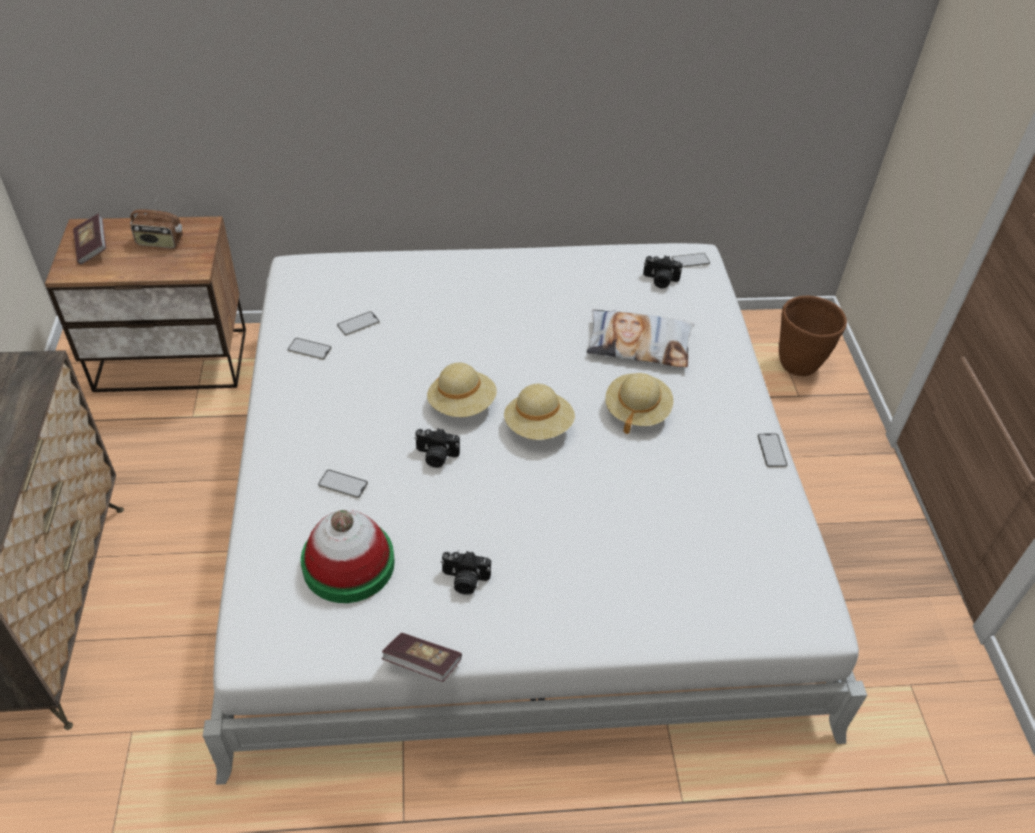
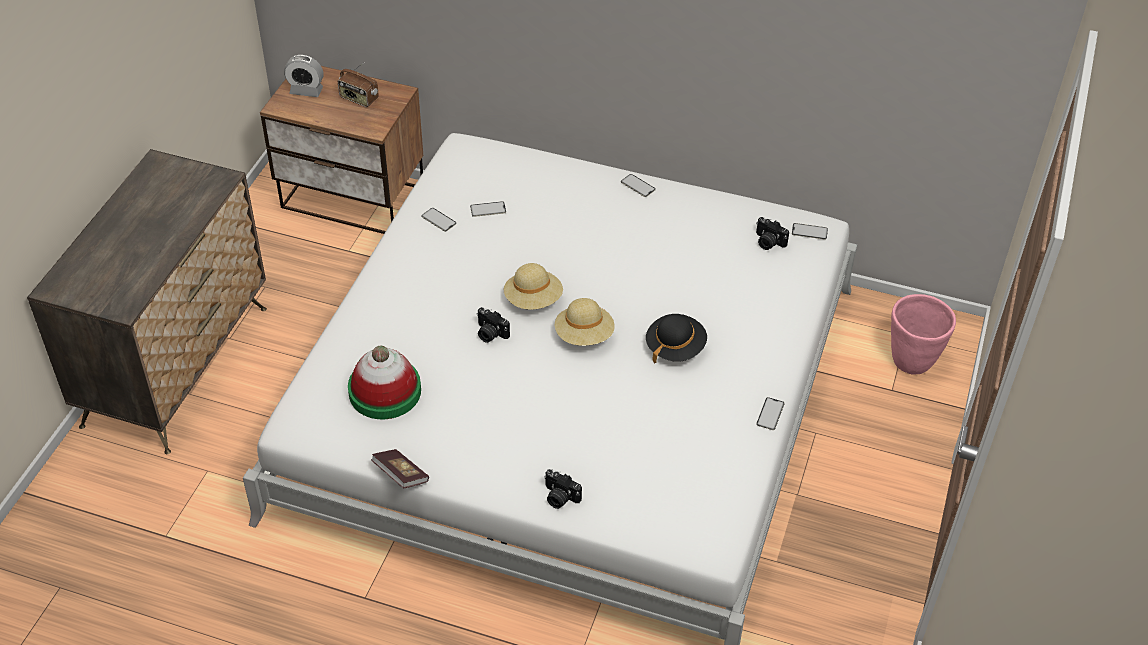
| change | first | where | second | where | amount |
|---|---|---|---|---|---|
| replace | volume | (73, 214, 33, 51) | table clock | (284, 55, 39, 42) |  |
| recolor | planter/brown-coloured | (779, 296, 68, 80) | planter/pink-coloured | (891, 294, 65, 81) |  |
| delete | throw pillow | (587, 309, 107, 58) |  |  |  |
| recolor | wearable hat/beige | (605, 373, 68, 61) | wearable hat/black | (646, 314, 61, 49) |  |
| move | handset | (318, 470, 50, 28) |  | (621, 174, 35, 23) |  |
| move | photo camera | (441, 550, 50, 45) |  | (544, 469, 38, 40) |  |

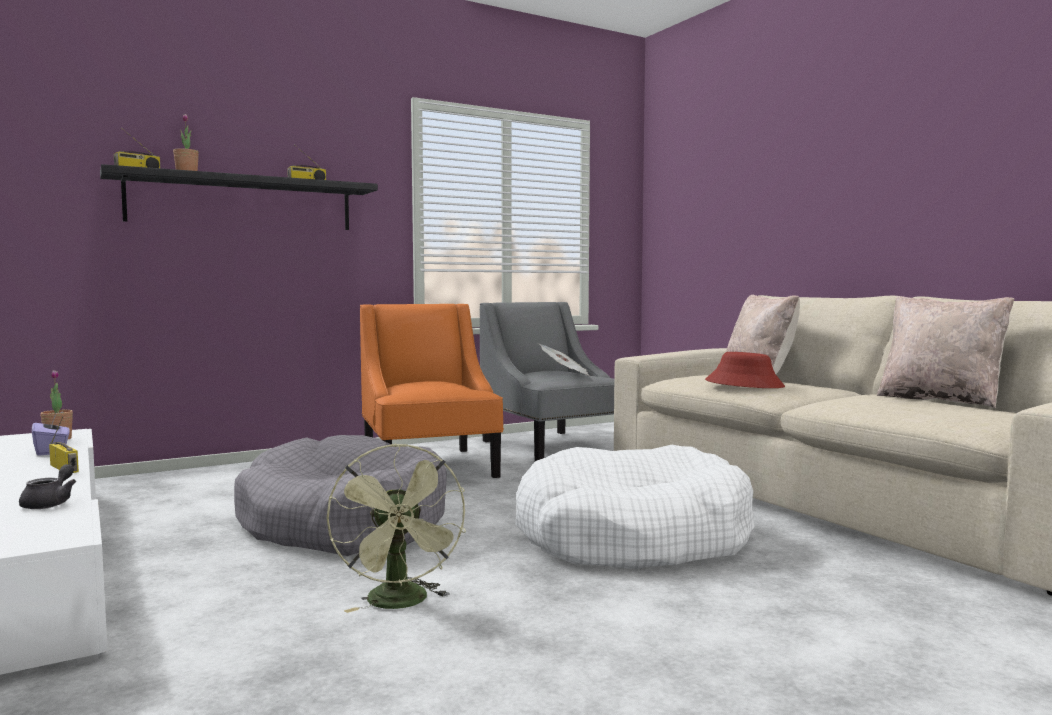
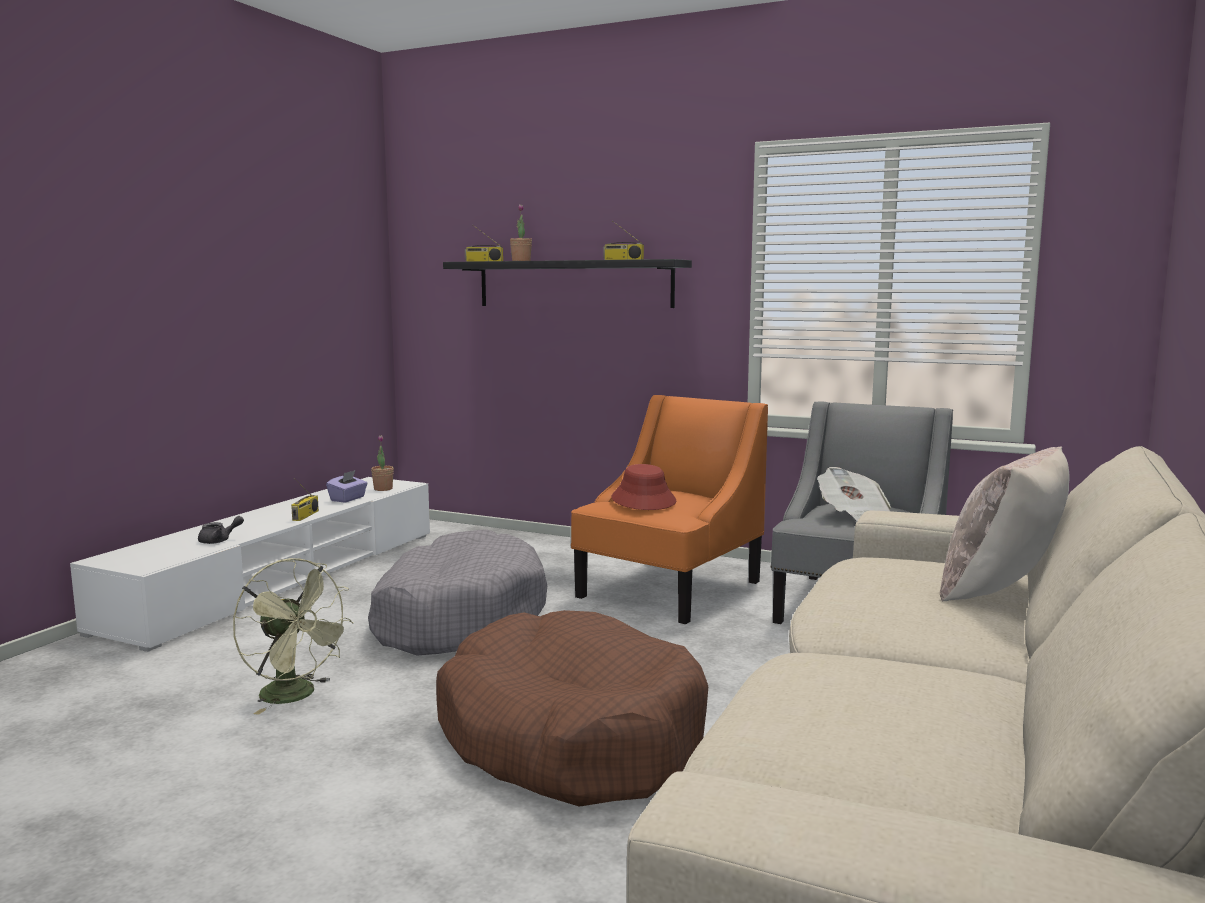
| change | first | where | second | where | amount |
|---|---|---|---|---|---|
| delete | throw pillow/beige | (877, 296, 137, 112) |  |  |  |
| move | wearable hat/red | (705, 352, 80, 36) |  | (612, 464, 64, 46) |  |
| rotate | electric fan/greenish | (326, 443, 140, 170) |  | (233, 558, 120, 157) | 90 degrees counterclockwise |
| recolor | dog cushion/whitish | (515, 445, 240, 124) | dog cushion/brown-coloured | (436, 610, 272, 197) |  |

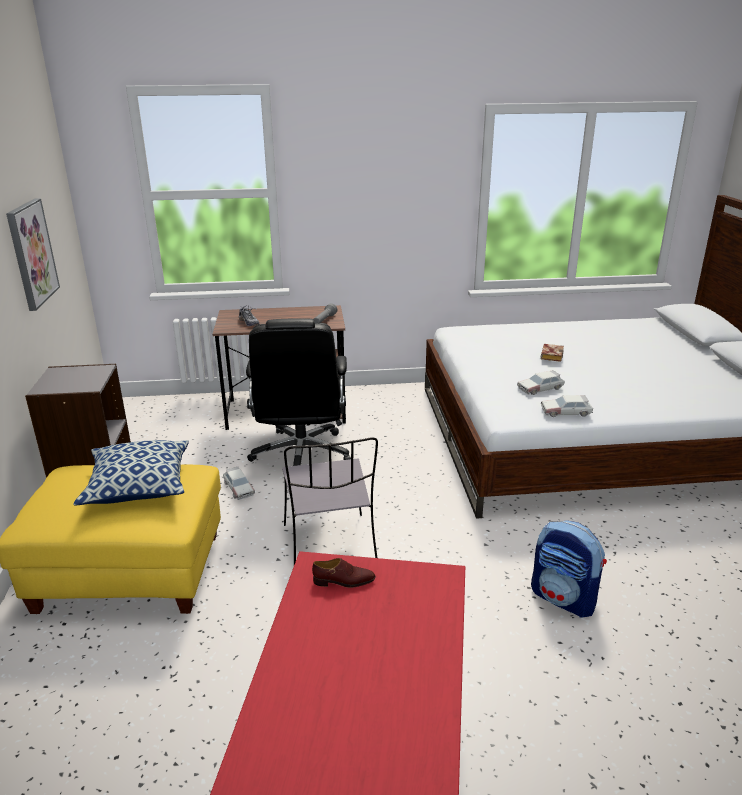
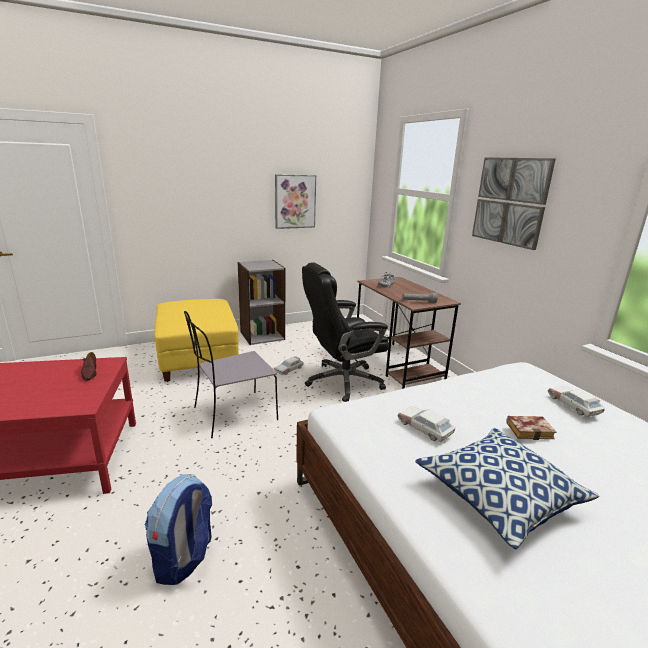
| change | first | where | second | where | amount |
|---|---|---|---|---|---|
| move | model car | (541, 395, 52, 22) |  | (548, 386, 57, 32) |  |
| move | throw pillow | (73, 440, 116, 66) |  | (415, 428, 185, 121) |  |
| insert |  |  | wall picture | (472, 157, 84, 93) |  |

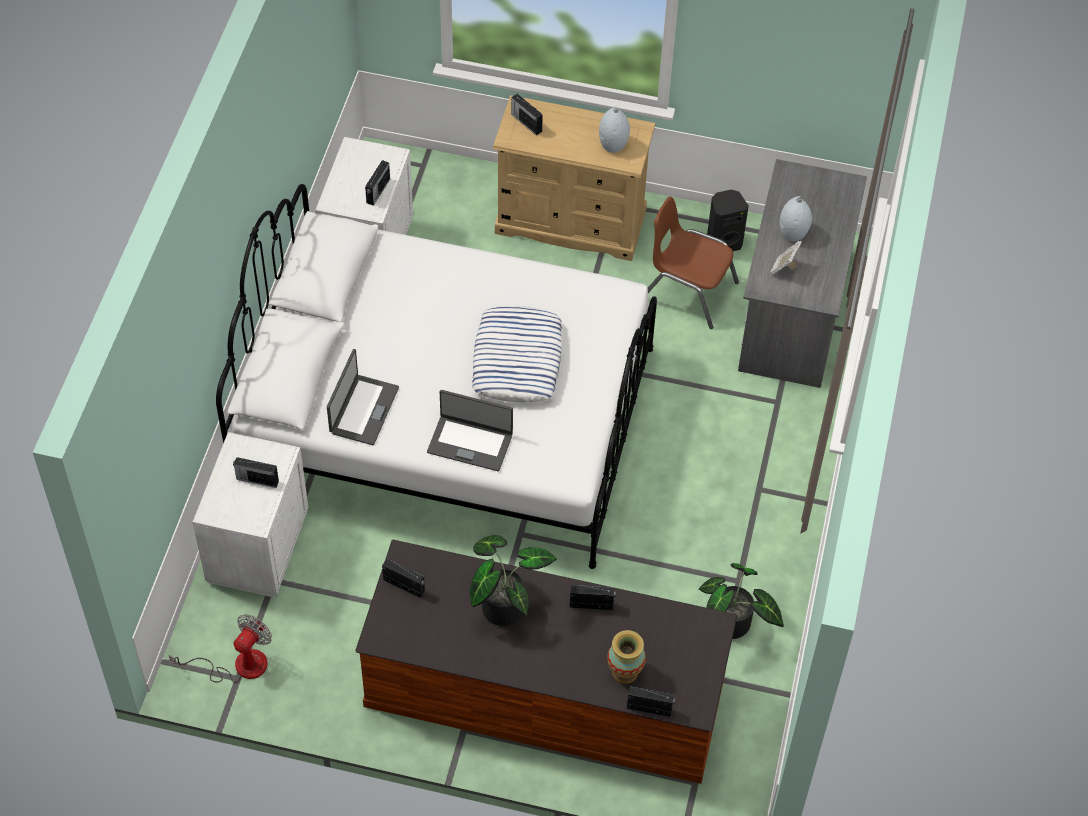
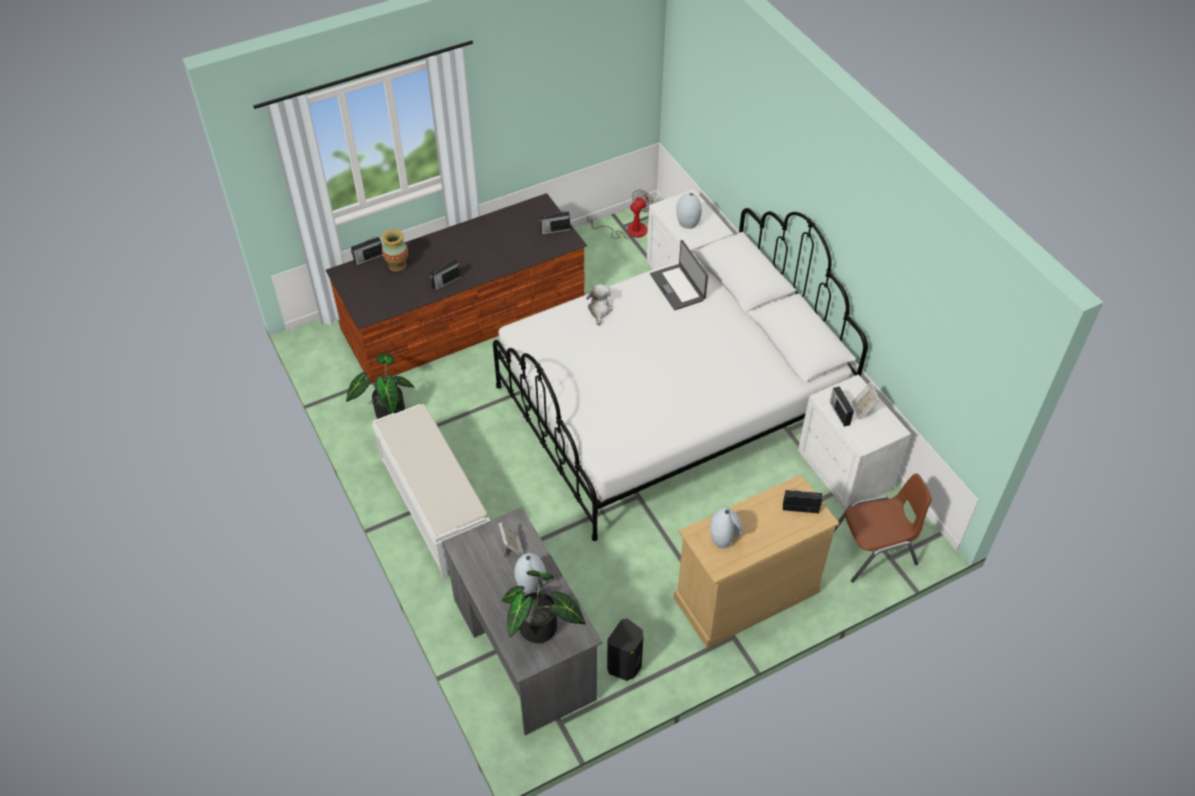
| change | first | where | second | where | amount |
|---|---|---|---|---|---|
| move | upright chair/brown-coloured | (648, 196, 91, 133) |  | (834, 474, 98, 109) |  |
| delete | throw pillow | (472, 306, 90, 96) |  |  |  |
| replace | notebook computer | (427, 390, 86, 81) | cuddly toy | (586, 284, 27, 42) |  |
| replace | radio set | (233, 457, 46, 31) | flower vase/gray | (676, 193, 26, 36) |  |
| move | houseplant | (470, 535, 87, 91) |  | (502, 570, 84, 73) |  |
| rotate | electric fan | (169, 614, 103, 69) |  | (588, 189, 66, 50) | 135 degrees counterclockwise |
| insert |  |  | picture frame | (852, 382, 28, 38) |  |
| insert |  |  | bench/whitish | (372, 404, 118, 175) |  |

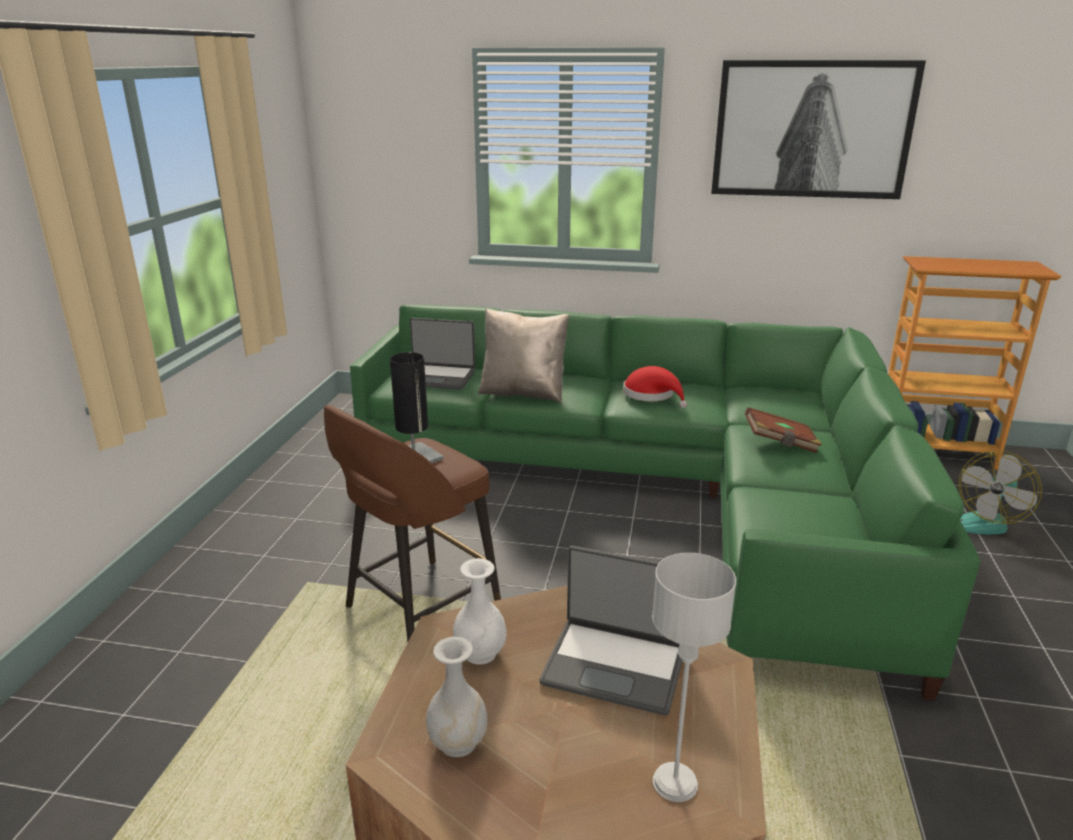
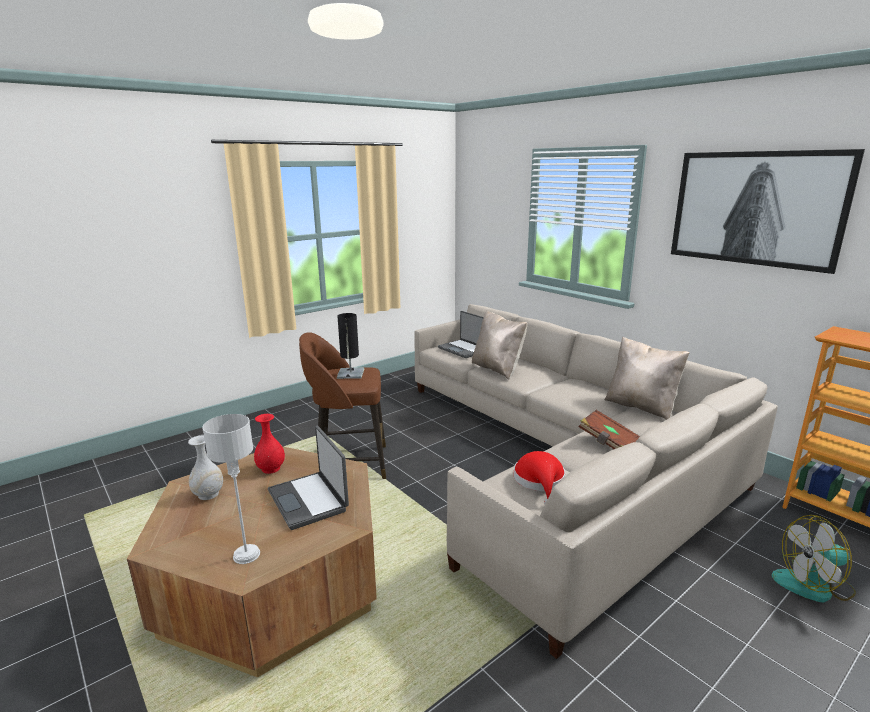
| change | first | where | second | where | amount |
|---|---|---|---|---|---|
| recolor | sofa/greenish | (350, 305, 630, 396) | sofa/beige | (414, 304, 364, 355) |  |
| move | wearable hat/red | (623, 366, 64, 42) |  | (514, 451, 51, 53) |  |
| recolor | flower vase/whitish | (453, 558, 54, 107) | flower vase/red | (254, 414, 31, 60) |  |
| insert |  |  | throw pillow/beige | (604, 337, 85, 83) |  |

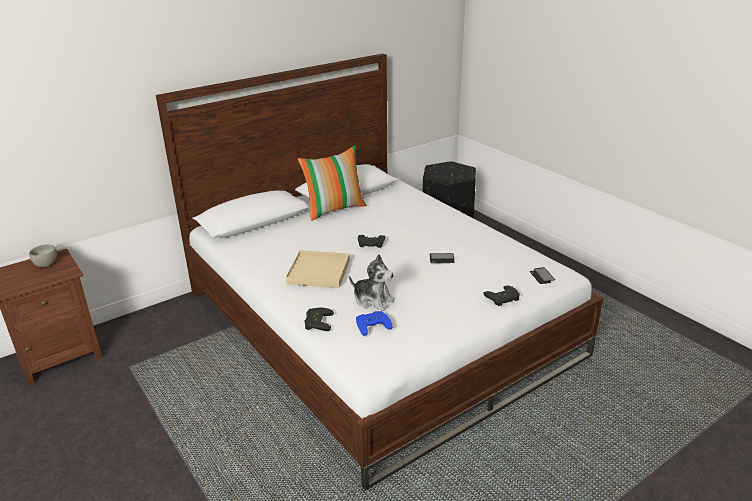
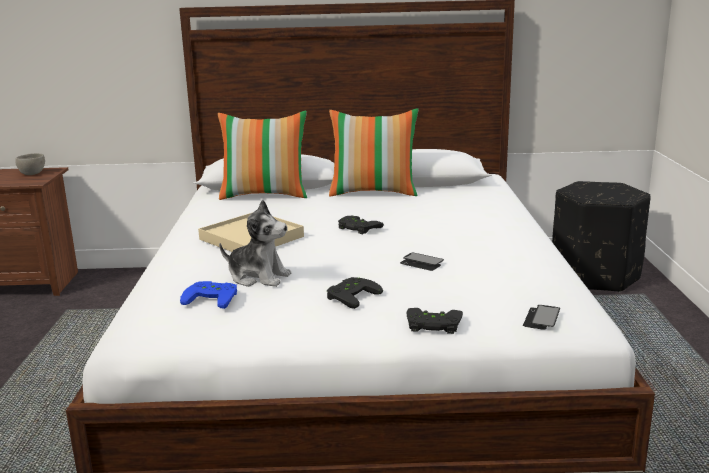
| change | first | where | second | where | amount |
|---|---|---|---|---|---|
| rotate | cuddly toy | (349, 254, 46, 57) |  | (219, 200, 72, 87) | 45 degrees counterclockwise |
| move | gamepad/black | (305, 308, 29, 23) |  | (327, 277, 56, 32) |  |
| insert |  |  | throw pillow | (218, 111, 89, 89) |  |

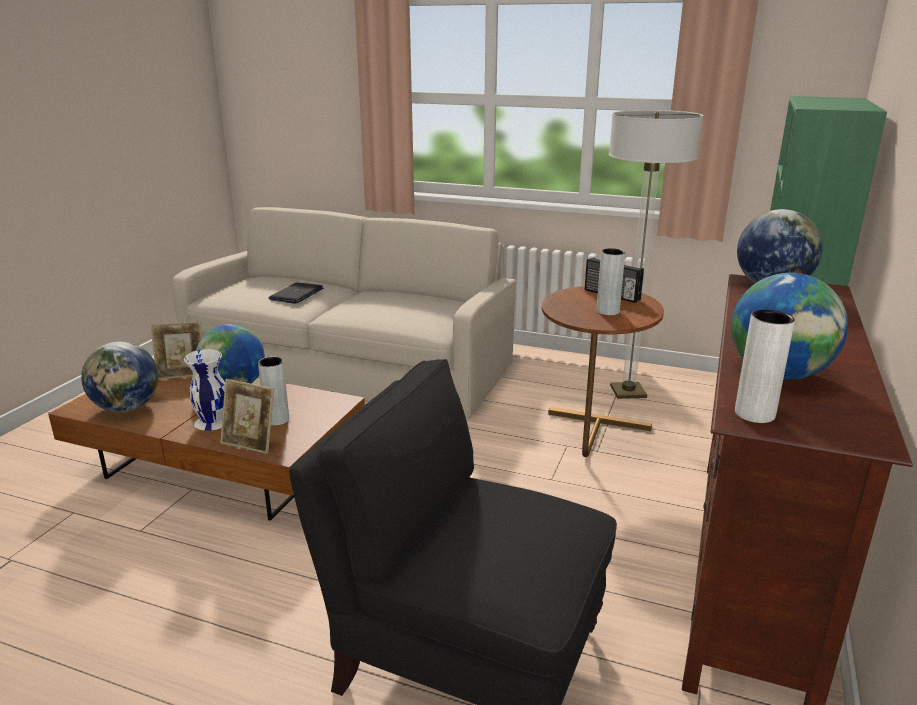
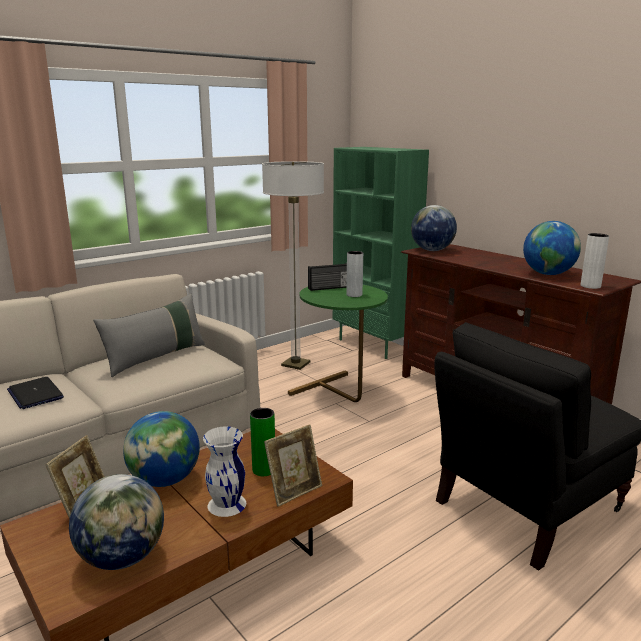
| change | first | where | second | where | amount |
|---|---|---|---|---|---|
| recolor | end table/brown-coloured | (542, 286, 122, 171) | end table/greenish | (288, 285, 100, 117) |  |
| recolor | flower vase/gray | (258, 357, 31, 69) | flower vase/greenish | (250, 408, 25, 68) |  |
| insert |  |  | throw pillow/gray | (93, 294, 112, 83) |  |

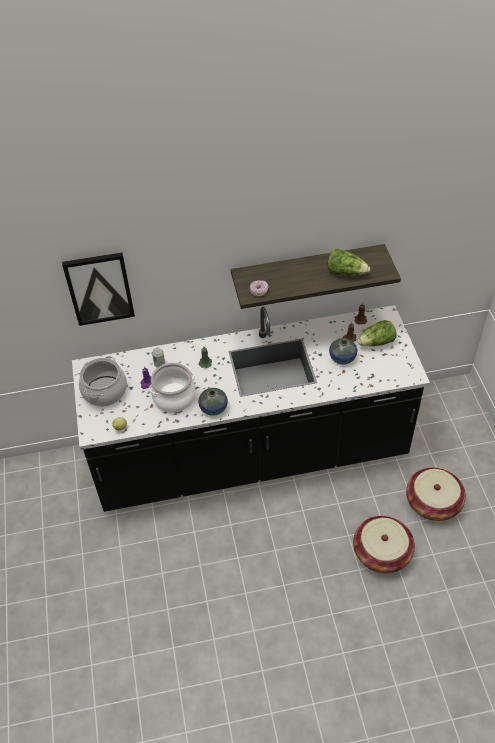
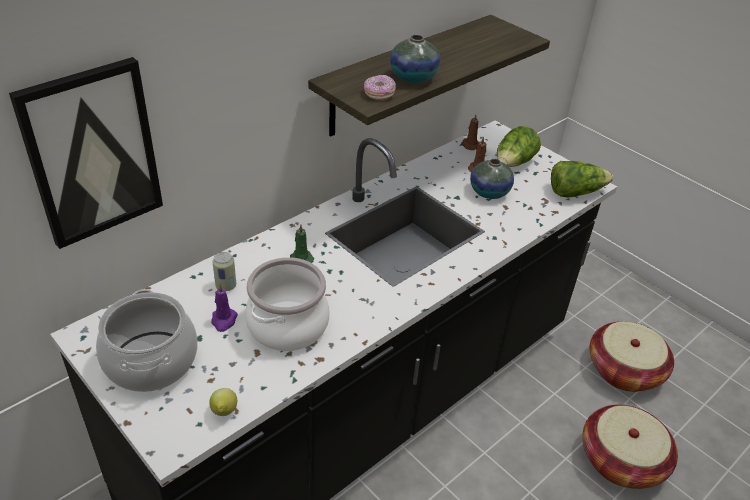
| change | first | where | second | where | amount |
|---|---|---|---|---|---|
| move | lettuce head | (328, 249, 42, 27) |  | (551, 161, 62, 37) |  |
| move | flower vase | (198, 388, 30, 28) |  | (390, 35, 50, 48) |  |

